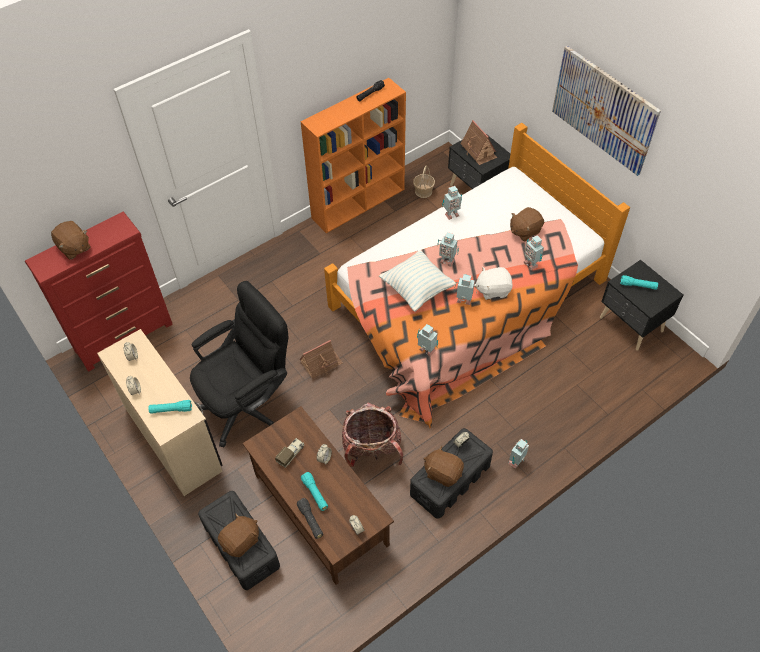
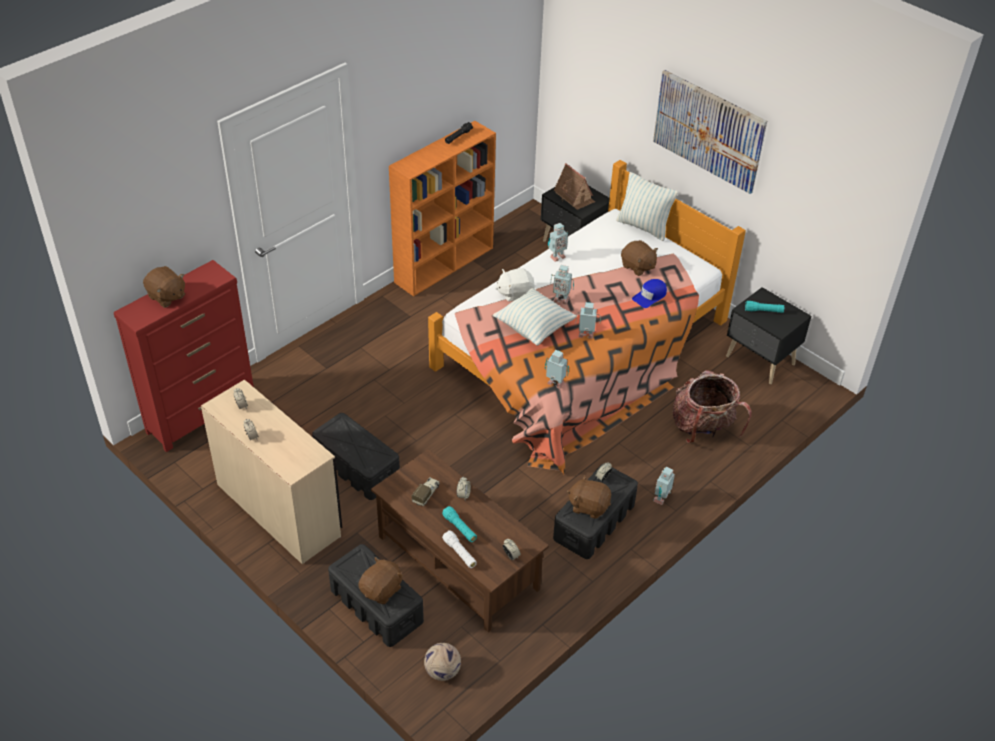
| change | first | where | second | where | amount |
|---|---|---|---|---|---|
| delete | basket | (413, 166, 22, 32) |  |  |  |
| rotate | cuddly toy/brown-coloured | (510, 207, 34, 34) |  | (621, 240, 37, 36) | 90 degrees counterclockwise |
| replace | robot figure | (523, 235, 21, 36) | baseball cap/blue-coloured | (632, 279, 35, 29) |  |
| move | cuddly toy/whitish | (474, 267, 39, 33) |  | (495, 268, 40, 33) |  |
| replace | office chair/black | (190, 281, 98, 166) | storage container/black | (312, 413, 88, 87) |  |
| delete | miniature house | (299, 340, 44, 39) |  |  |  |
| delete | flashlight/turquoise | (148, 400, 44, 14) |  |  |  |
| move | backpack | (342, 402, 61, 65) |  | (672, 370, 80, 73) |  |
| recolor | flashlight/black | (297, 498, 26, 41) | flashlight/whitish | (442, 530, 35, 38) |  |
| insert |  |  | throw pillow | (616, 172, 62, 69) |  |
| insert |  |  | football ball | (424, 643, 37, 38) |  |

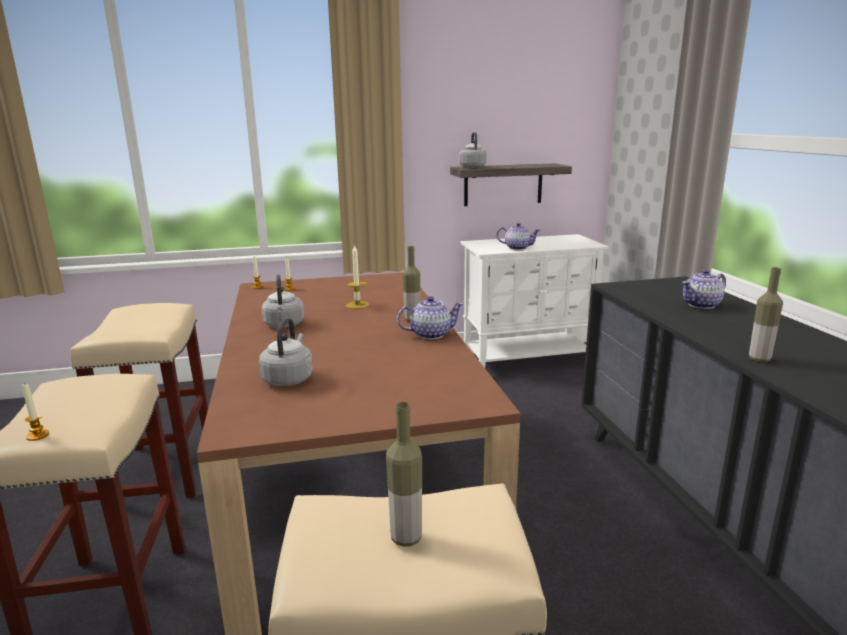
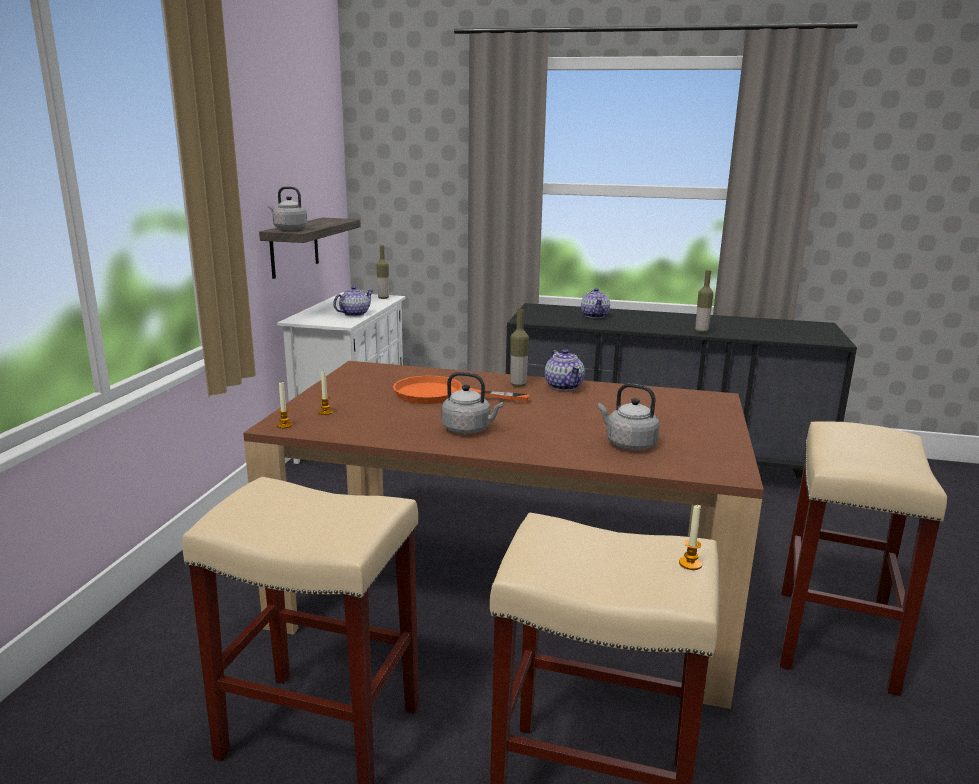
| change | first | where | second | where | amount |
|---|---|---|---|---|---|
| replace | candle | (346, 244, 23, 65) | skillet/orange-coloured | (393, 375, 136, 29) |  |
| rotate | tea pot | (397, 296, 66, 43) |  | (545, 349, 40, 42) | 150 degrees clockwise |
| move | bottle | (386, 402, 36, 145) |  | (376, 245, 13, 54) |  |

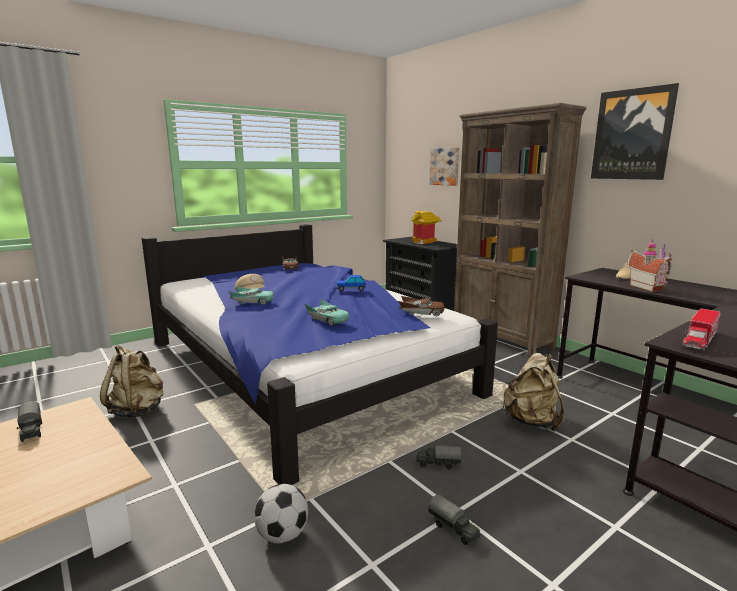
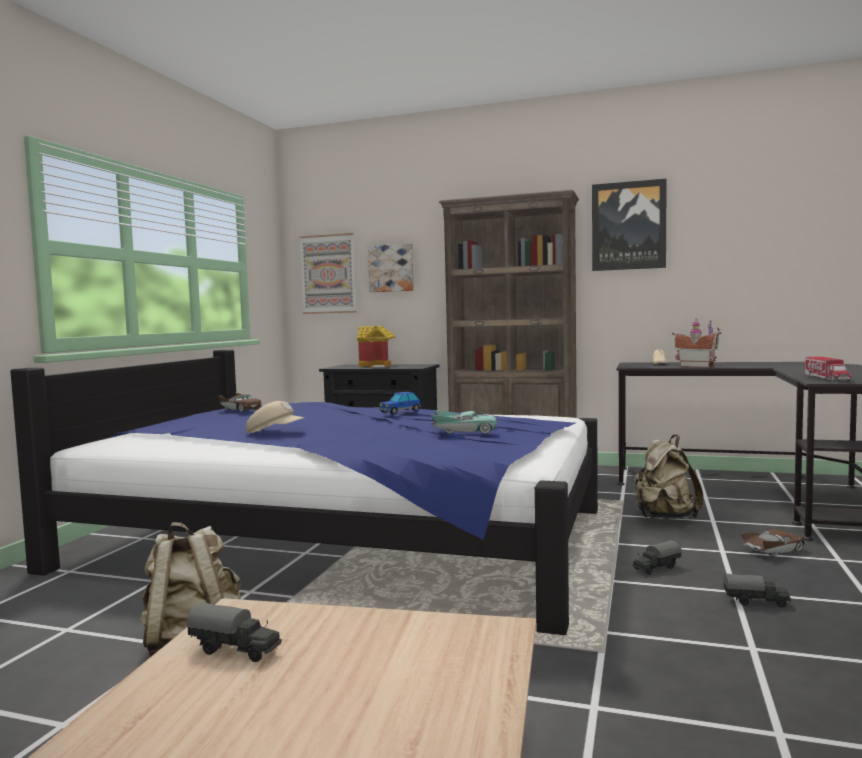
| change | first | where | second | where | amount |
|---|---|---|---|---|---|
| delete | model car/turquoise | (228, 286, 46, 19) |  |  |  |
| move | model car/brown-coloured | (398, 296, 46, 20) |  | (740, 529, 65, 28) |  |
| delete | football ball | (254, 484, 54, 60) |  |  |  |
| insert |  |  | wall picture | (300, 233, 56, 81) |  |

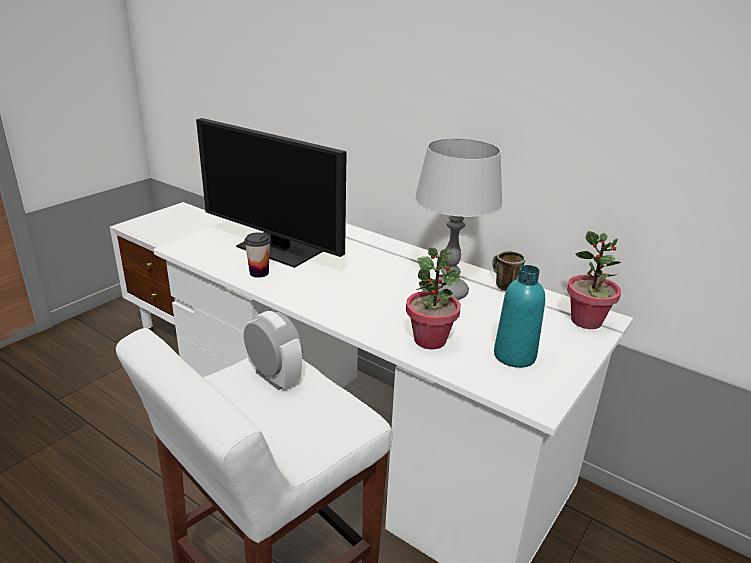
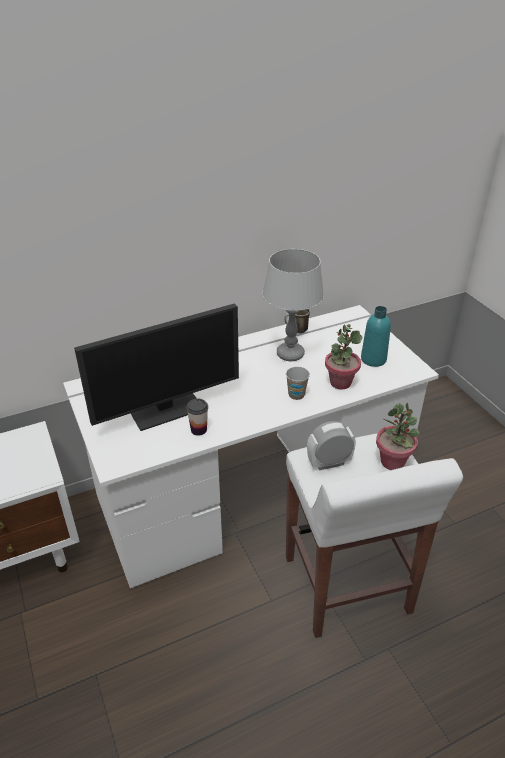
| change | first | where | second | where | amount |
|---|---|---|---|---|---|
| move | houseplant | (567, 231, 54, 98) |  | (376, 403, 43, 67) |  |
| insert |  |  | drinking cup | (286, 367, 24, 33) |  |

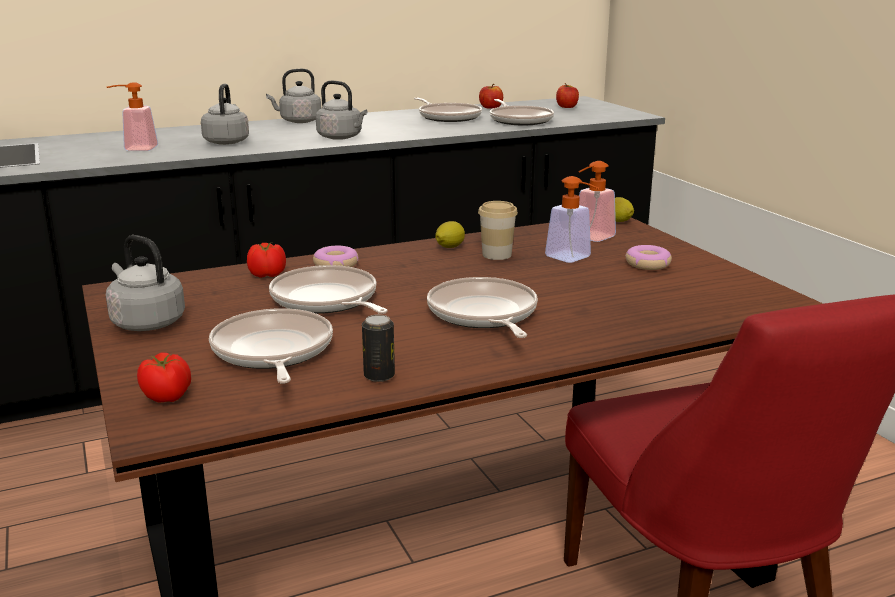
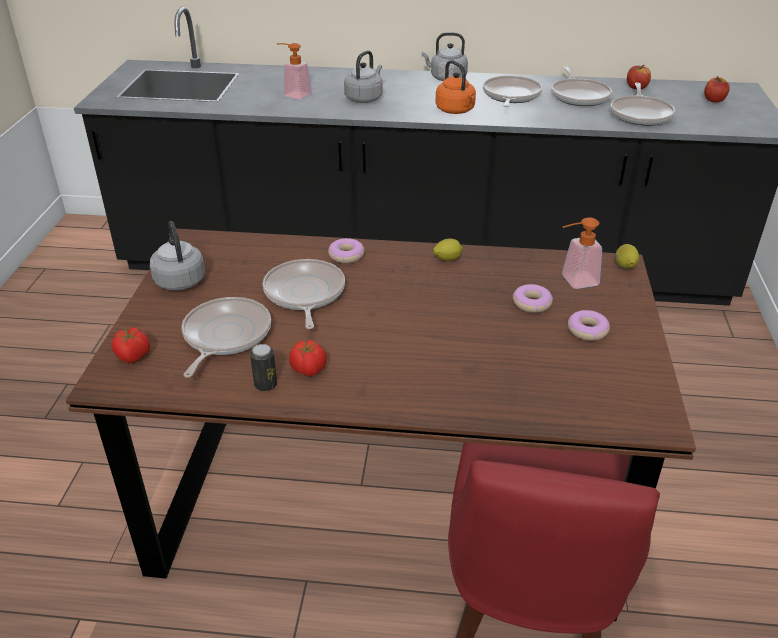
| change | first | where | second | where | amount |
|---|---|---|---|---|---|
| recolor | water kettle/gray | (316, 81, 51, 59) | water kettle/orange-coloured | (435, 60, 41, 54) |  |
| replace | soap bottle | (545, 176, 54, 87) | ring doughnut | (513, 284, 40, 29) |  |
| delete | drinking cup | (478, 201, 40, 59) |  |  |  |
| move | tomato | (247, 243, 39, 35) |  | (289, 340, 38, 36) |  |
| move | skillet | (427, 277, 111, 61) |  | (483, 76, 59, 31) |  |

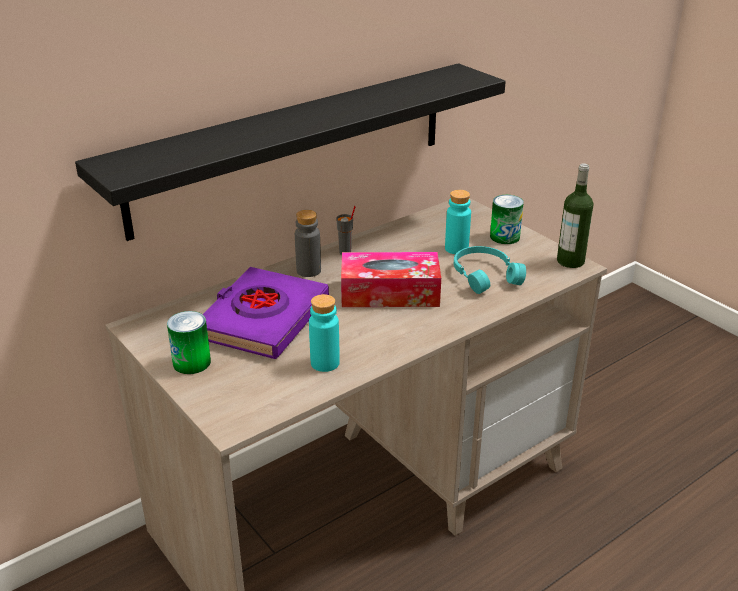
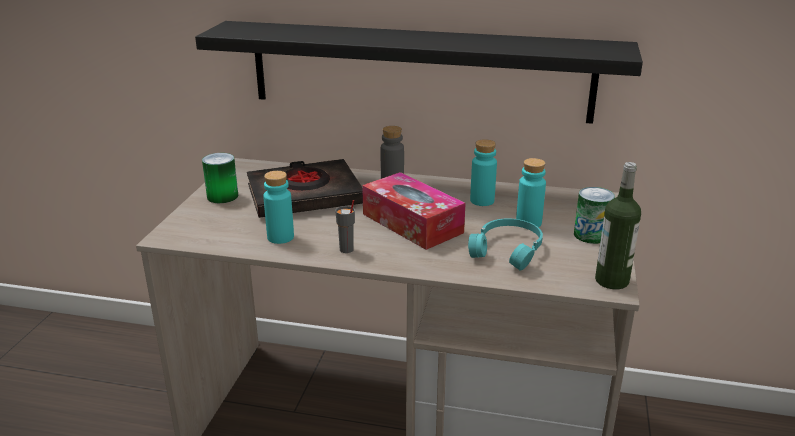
| change | first | where | second | where | amount |
|---|---|---|---|---|---|
| move | drinking cup/gray | (336, 206, 20, 49) |  | (335, 200, 20, 53) |  |
| recolor | volume/purple-coloured | (203, 267, 126, 92) | volume/black | (247, 159, 116, 59) |  |
| insert |  |  | bottle/turquoise | (470, 139, 27, 67) |  |

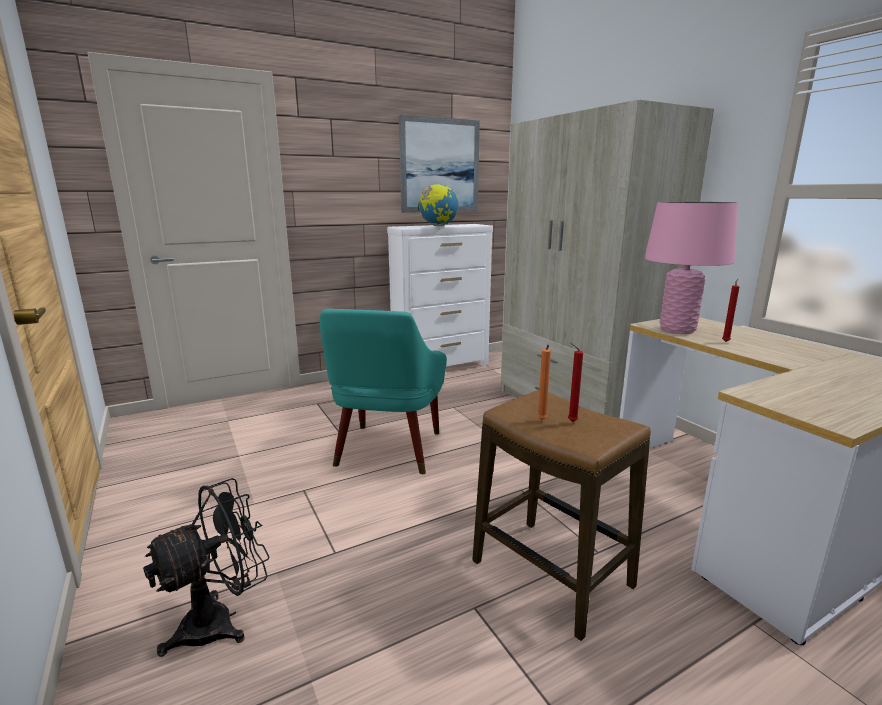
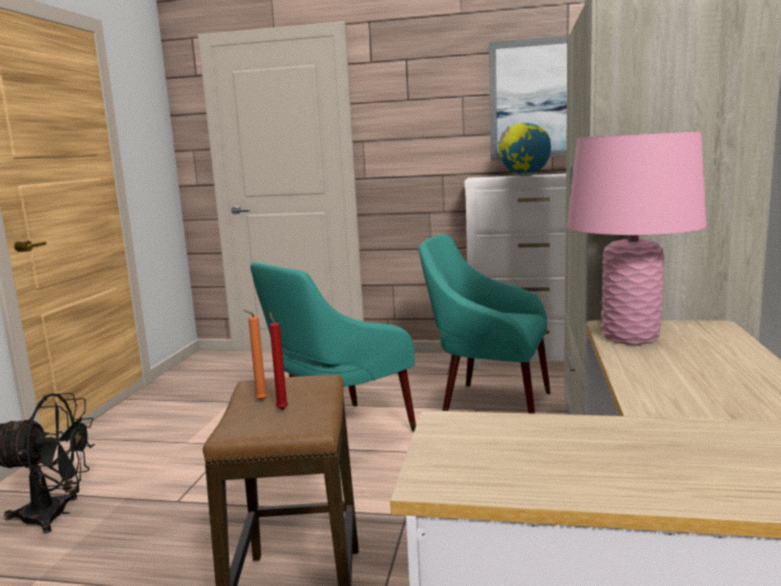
| change | first | where | second | where | amount |
|---|---|---|---|---|---|
| delete | candle/red | (722, 279, 18, 63) |  |  |  |
| insert |  |  | armchair/turquoise | (419, 234, 132, 180) |  |

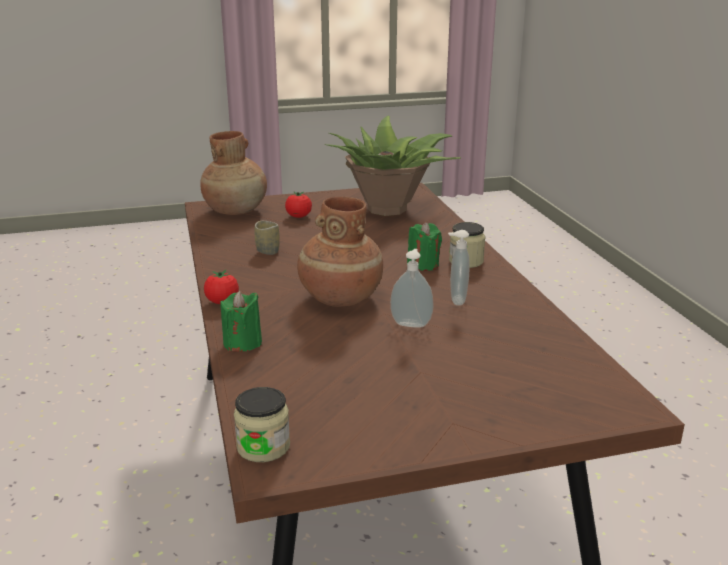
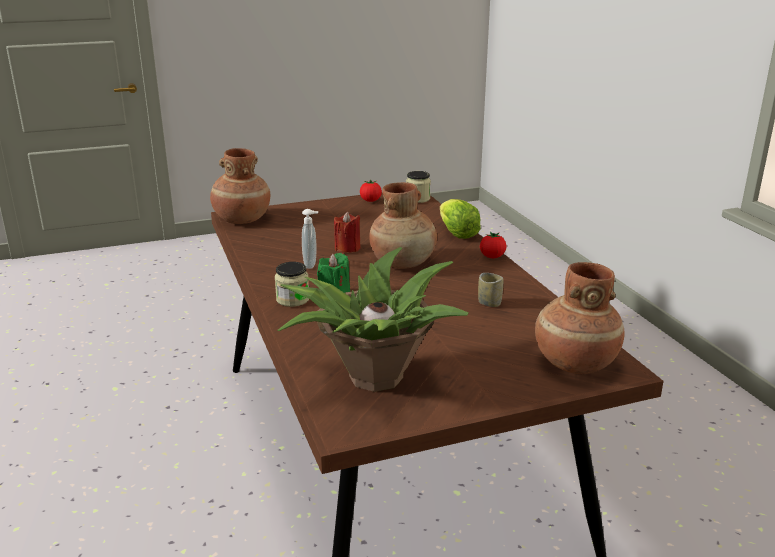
| change | first | where | second | where | amount |
|---|---|---|---|---|---|
| move | tomato | (285, 191, 27, 27) |  | (360, 180, 22, 22) |  |
| replace | soap bottle | (390, 249, 44, 79) | candle/red | (334, 212, 27, 41) |  |
| replace | candle/greenish | (220, 291, 42, 61) | lettuce head | (440, 199, 41, 40) |  |
| insert |  |  | flower vase/brown-coloured | (210, 148, 60, 76) |  |

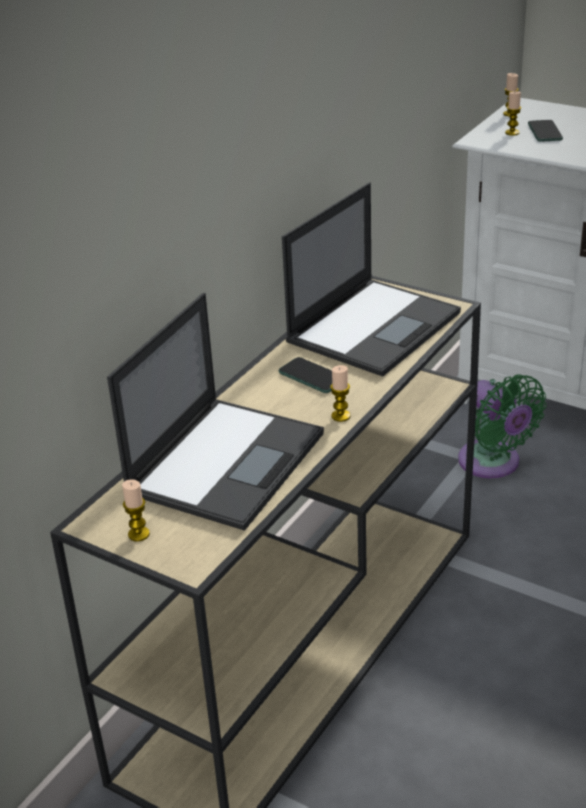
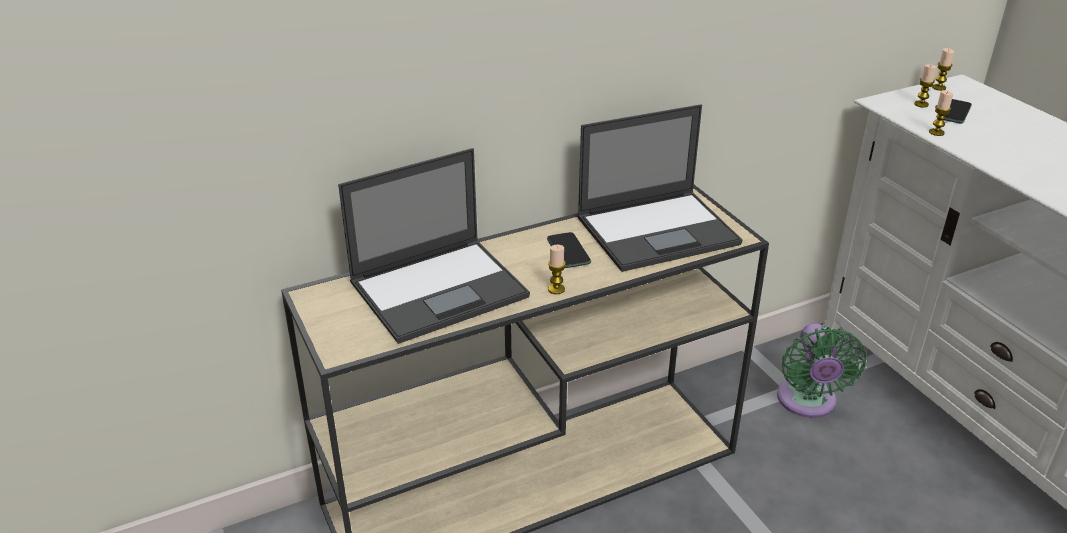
| change | first | where | second | where | amount |
|---|---|---|---|---|---|
| move | candle | (122, 479, 28, 63) |  | (929, 90, 24, 46) |  |

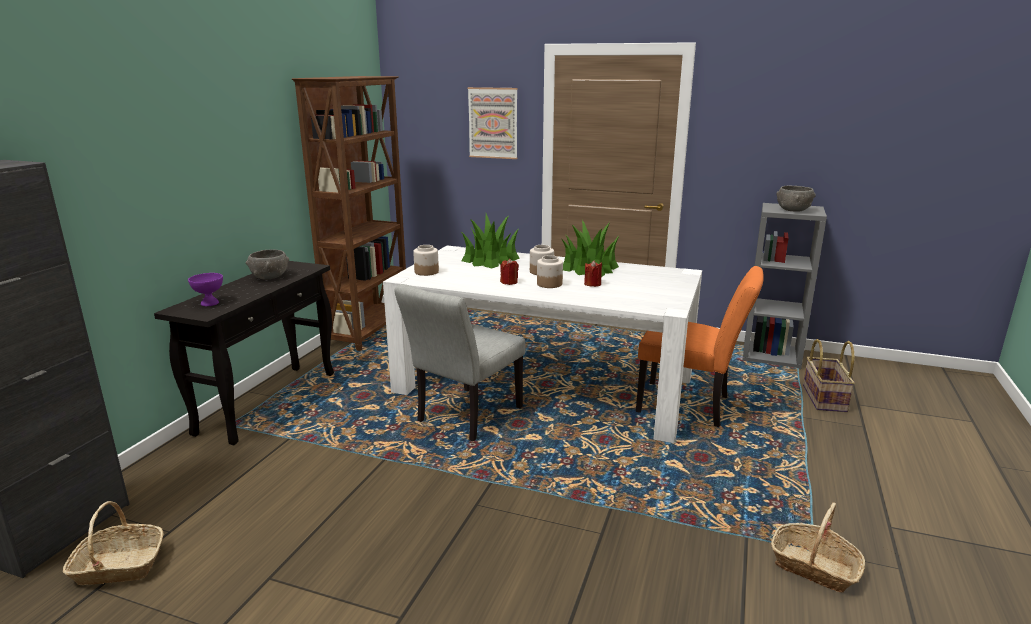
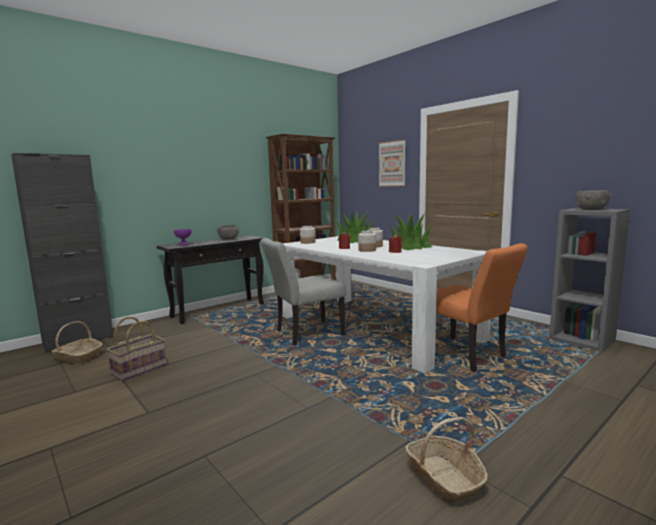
| change | first | where | second | where | amount |
|---|---|---|---|---|---|
| move | basket | (803, 339, 52, 73) |  | (106, 316, 61, 65) |  |

